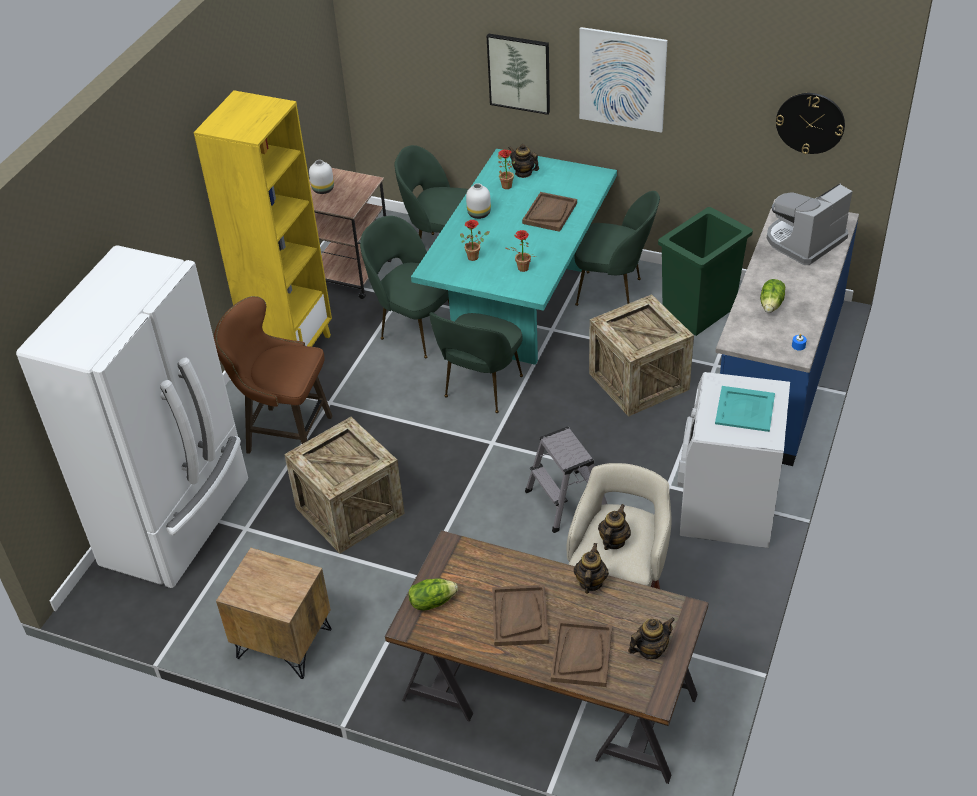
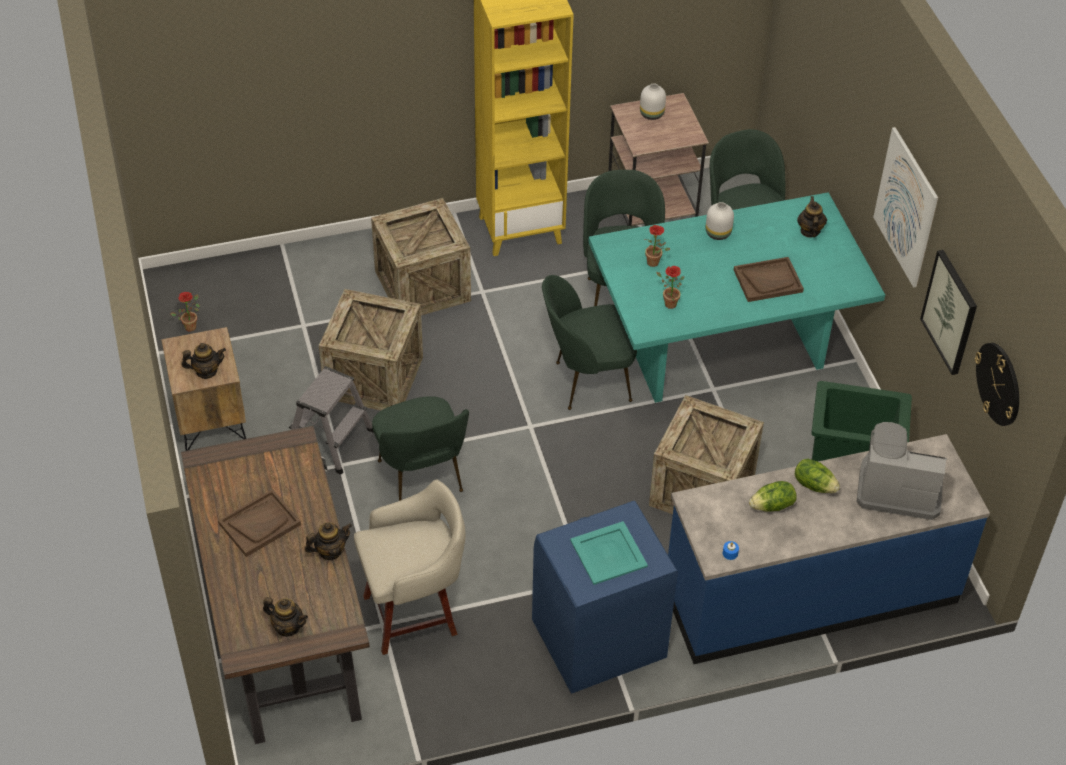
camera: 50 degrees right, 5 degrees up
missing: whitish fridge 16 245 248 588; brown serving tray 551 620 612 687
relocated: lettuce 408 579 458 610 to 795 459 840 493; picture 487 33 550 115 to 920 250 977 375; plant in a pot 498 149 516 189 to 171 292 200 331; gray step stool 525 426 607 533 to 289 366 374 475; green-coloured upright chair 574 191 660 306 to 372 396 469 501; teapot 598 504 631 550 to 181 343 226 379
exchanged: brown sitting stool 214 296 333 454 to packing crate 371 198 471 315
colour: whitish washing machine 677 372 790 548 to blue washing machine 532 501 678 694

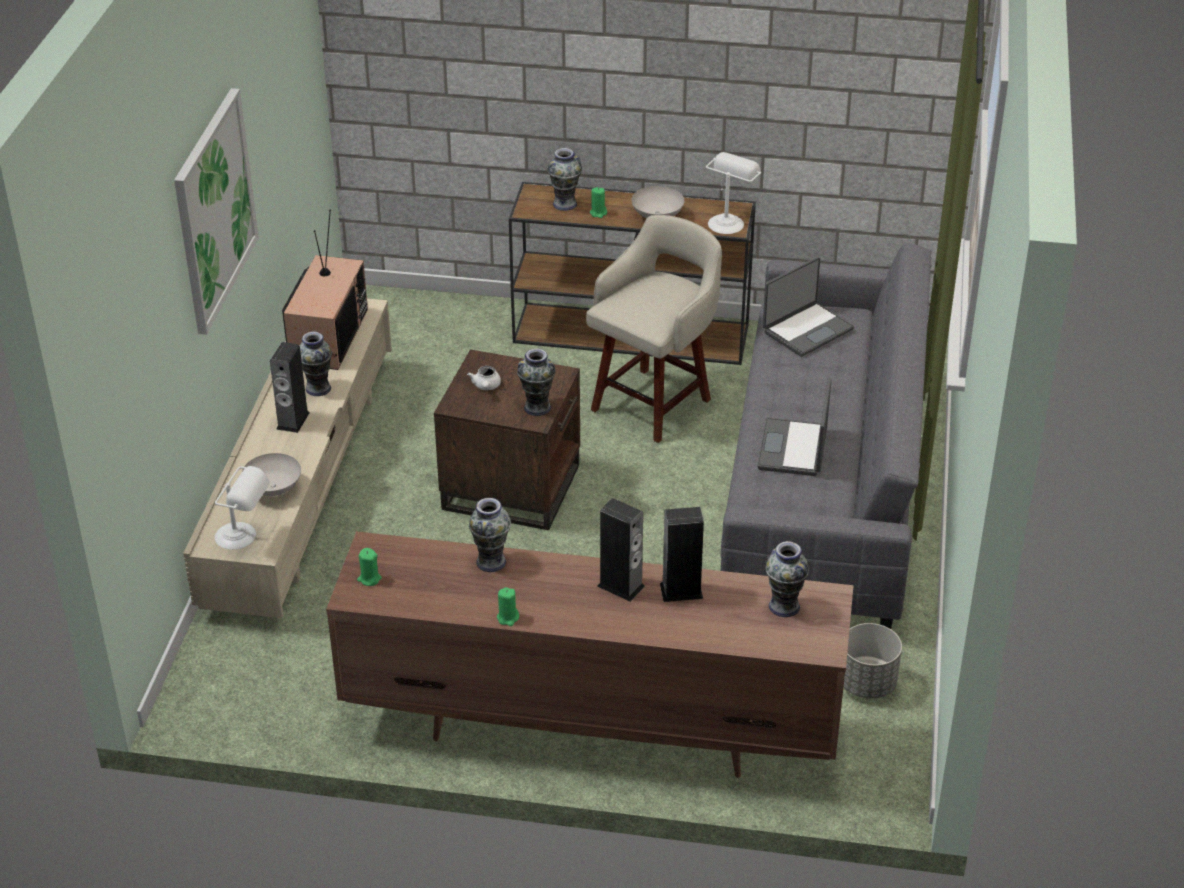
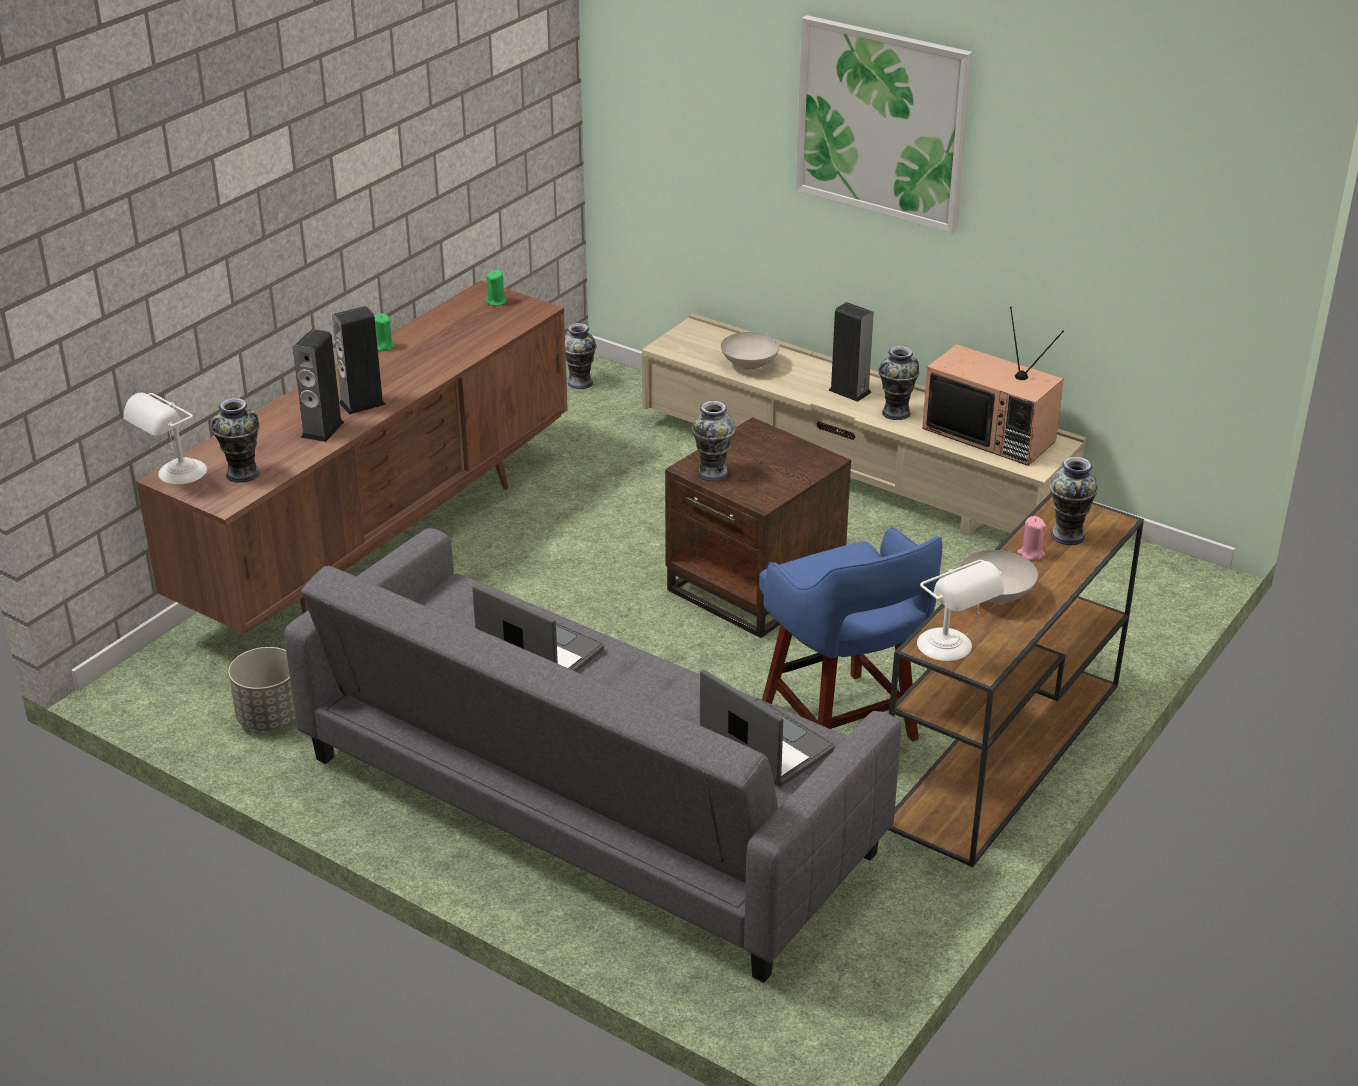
camera: 115 degrees right, 5 degrees down
missing: whitish teapot 467 366 501 390
relocated: whitish tabletop lamp 215 466 270 550 to 123 393 207 484; decorative vase 469 498 511 572 to 565 323 596 389
colour: beige-coloured sitting stool 586 215 722 443 to blue sitting stool 759 527 942 742; green-coloured wax candle 590 187 607 218 to pink wax candle 1017 516 1046 561
spun: laptop 763 257 854 357 = 700 670 835 787 150 degrees clockwise

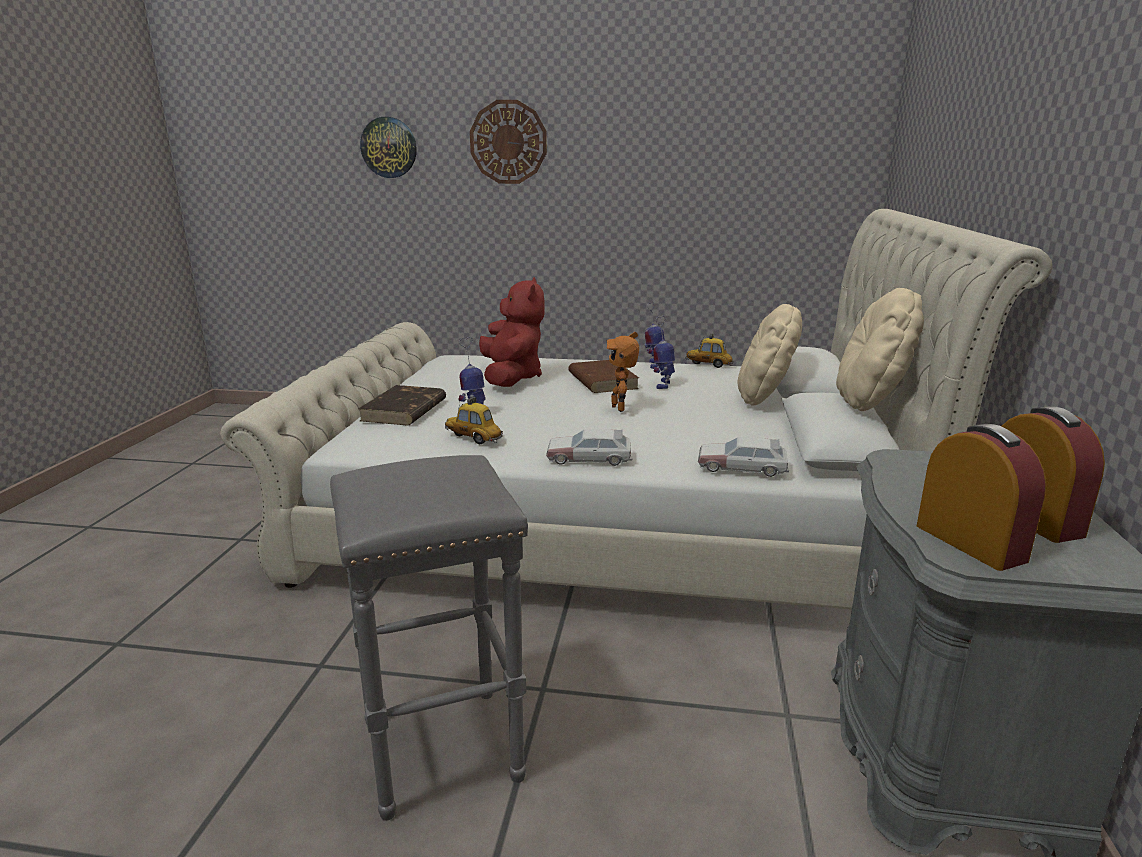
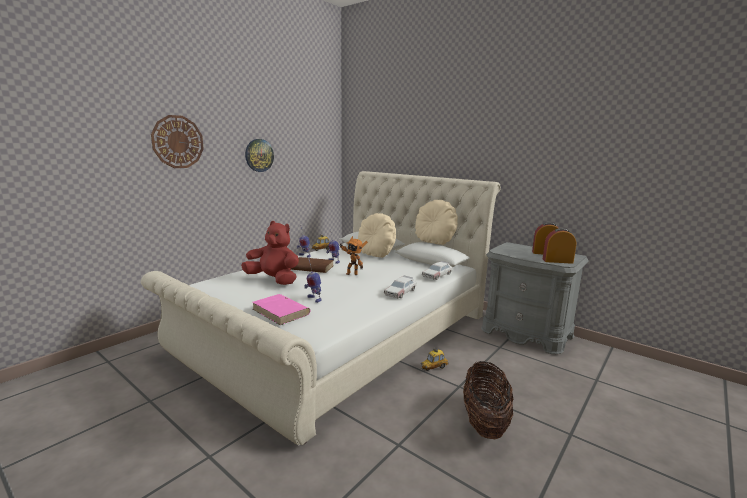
camera: 60 degrees left, 5 degrees down
relocated: wall clock 360 117 417 178 to 245 139 274 172; toy car 445 397 503 444 to 421 348 449 371
exchanged: gray sitting stool 330 455 528 821 to storage basket 463 361 513 439
colour: brown volume 358 385 446 425 to pink volume 252 294 311 325

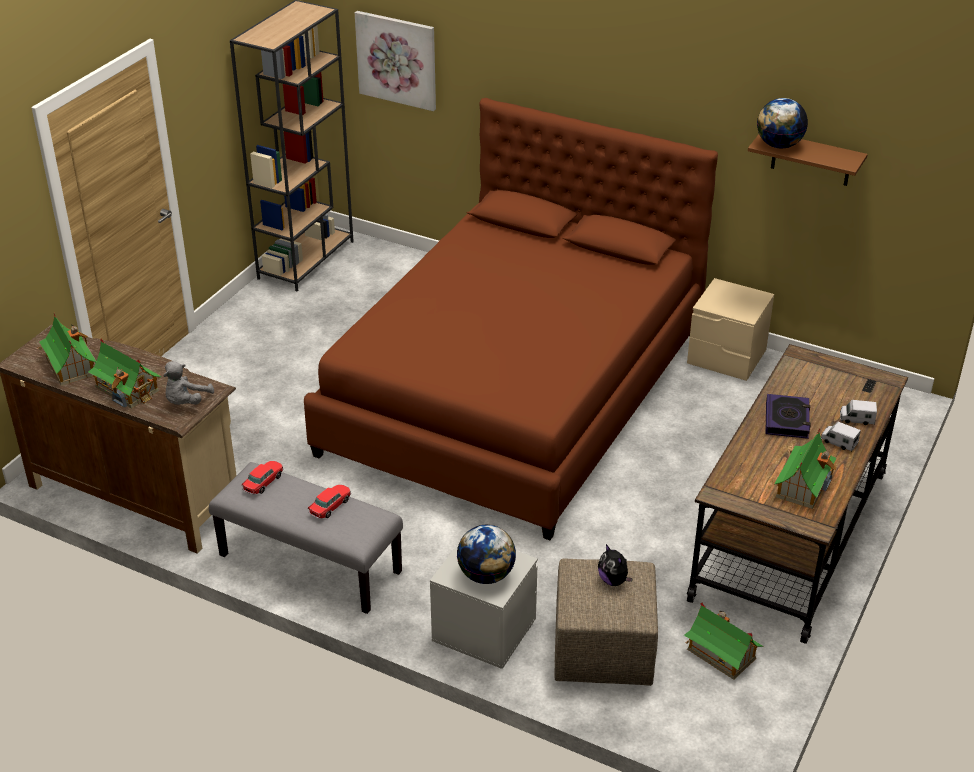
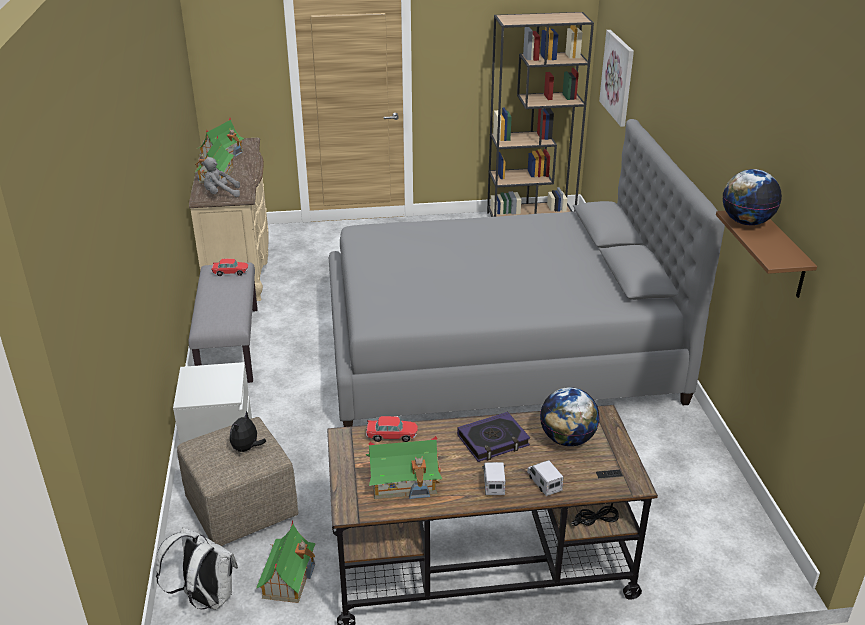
camera: 55 degrees right, 5 degrees down
missing: beige-coloured bedside table 687 278 774 381
appeared: whitish backpack 156 527 238 610
relocated: toy car 308 485 351 519 to 366 416 418 442; world globe 457 525 516 584 to 540 387 600 446
colour: brown bedroom bed 304 98 718 540 to gray bedroom bed 329 119 725 427

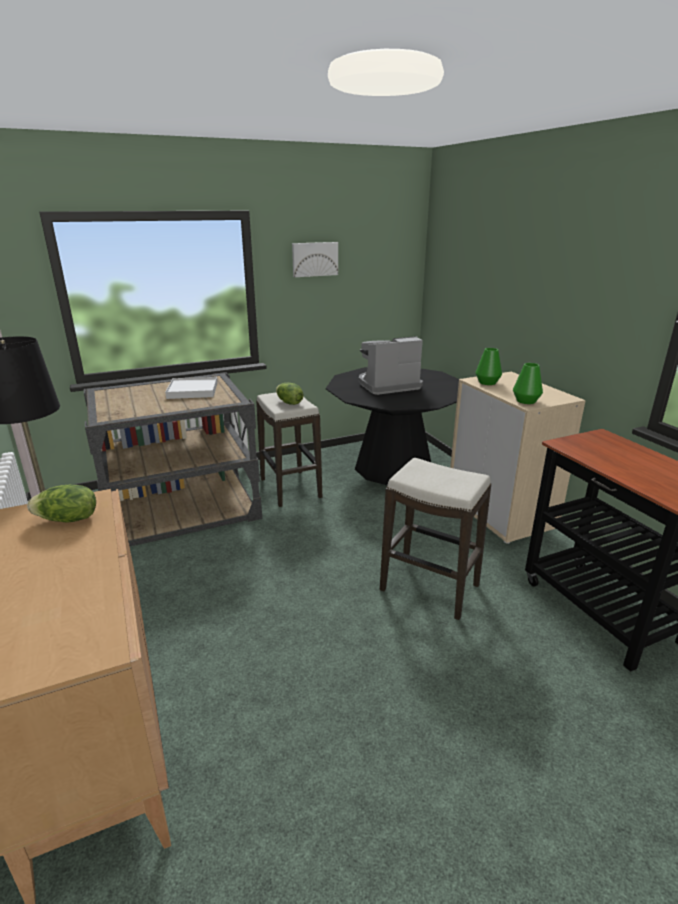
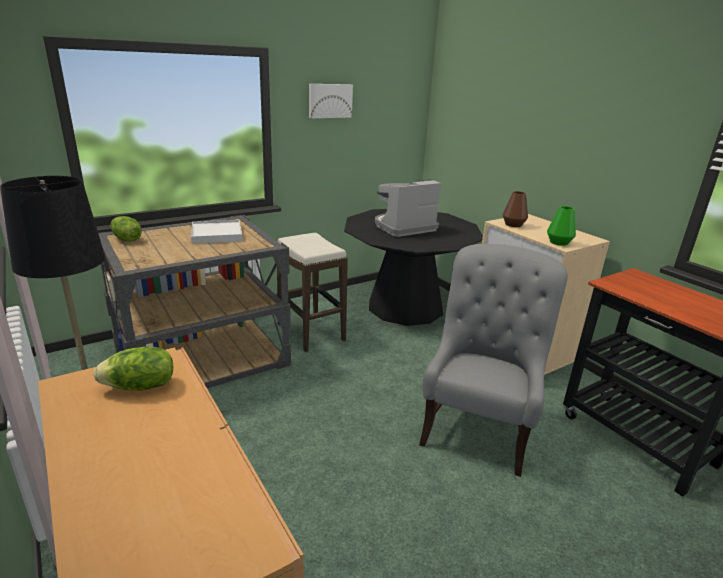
camera: 10 degrees left, 0 degrees up
relocated: lettuce 276 382 303 405 to 111 216 142 242
exchanged: sitting stool 380 458 491 620 to gray upright chair 419 244 568 477
colour: green-coloured decorative vase 475 348 502 385 to brown decorative vase 502 191 528 227

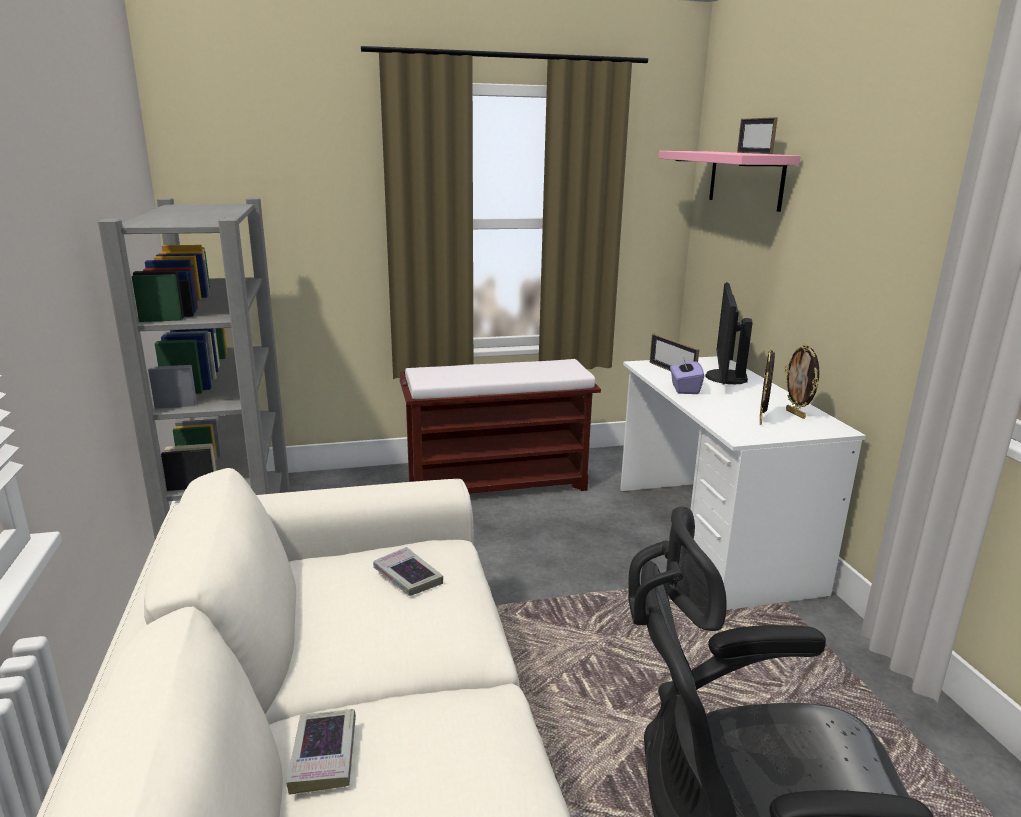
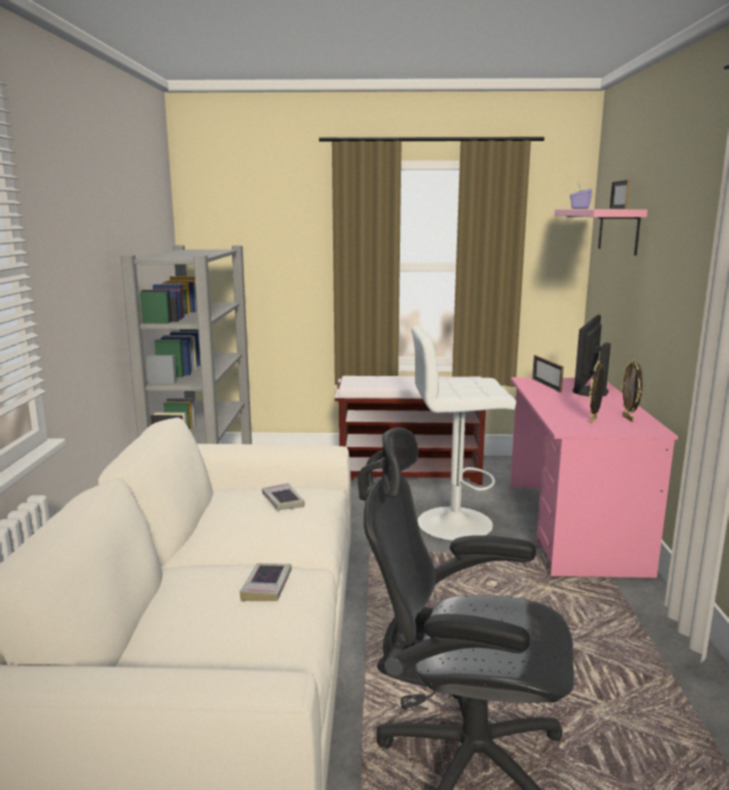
camera: 15 degrees right, 5 degrees down
appeared: whitish sitting stool 411 325 516 540
relocated: volume 286 709 356 794 to 240 563 292 601; purple-coloured tissue holder 670 357 704 394 to 570 183 592 209
colour: whitish desk 620 356 866 610 to pink desk 510 377 678 578

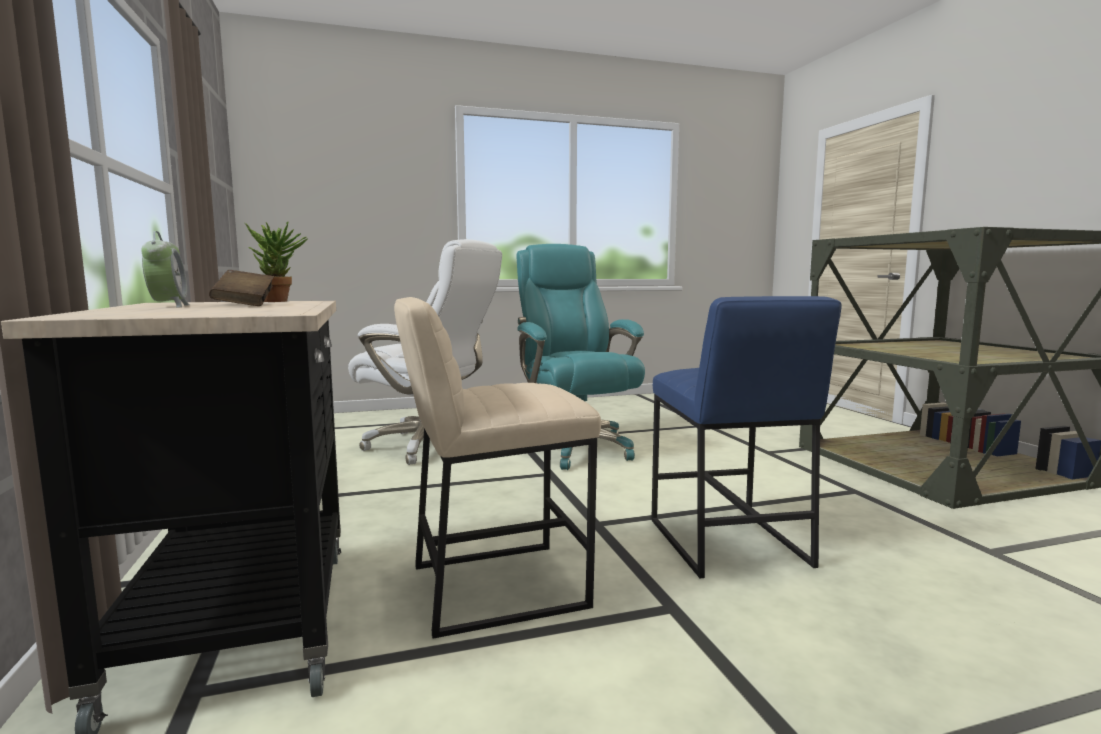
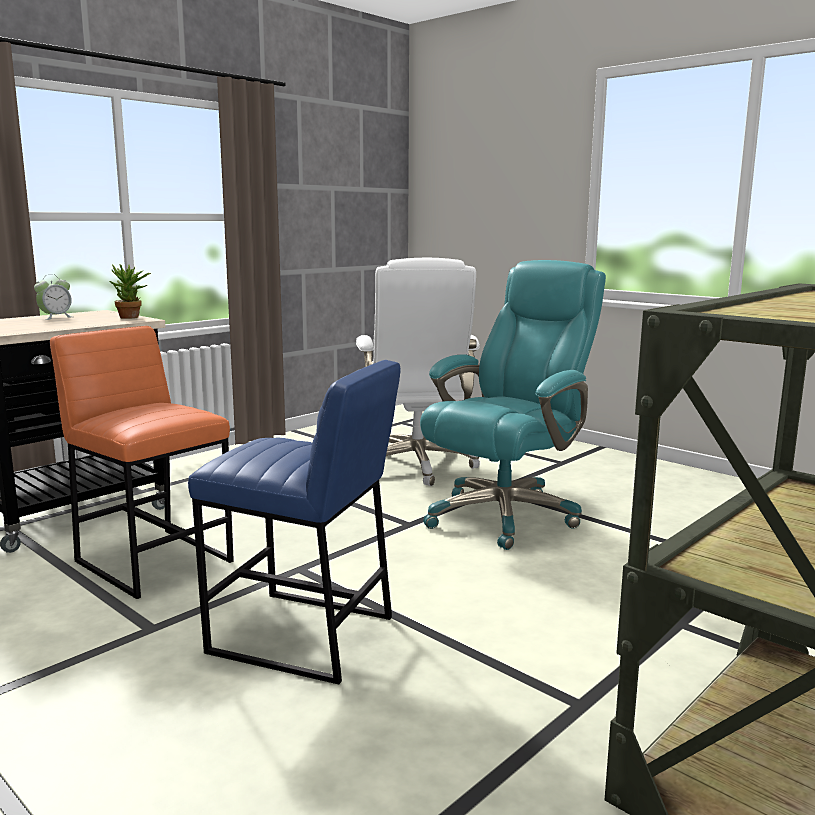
camera: 60 degrees right, 5 degrees up
missing: brown volume 209 270 274 306
colour: beige-coloured upright chair 394 297 601 639 to orangey upright chair 50 326 234 599
spun: blue upright chair 651 296 842 578 = 188 360 401 684 120 degrees counterclockwise

